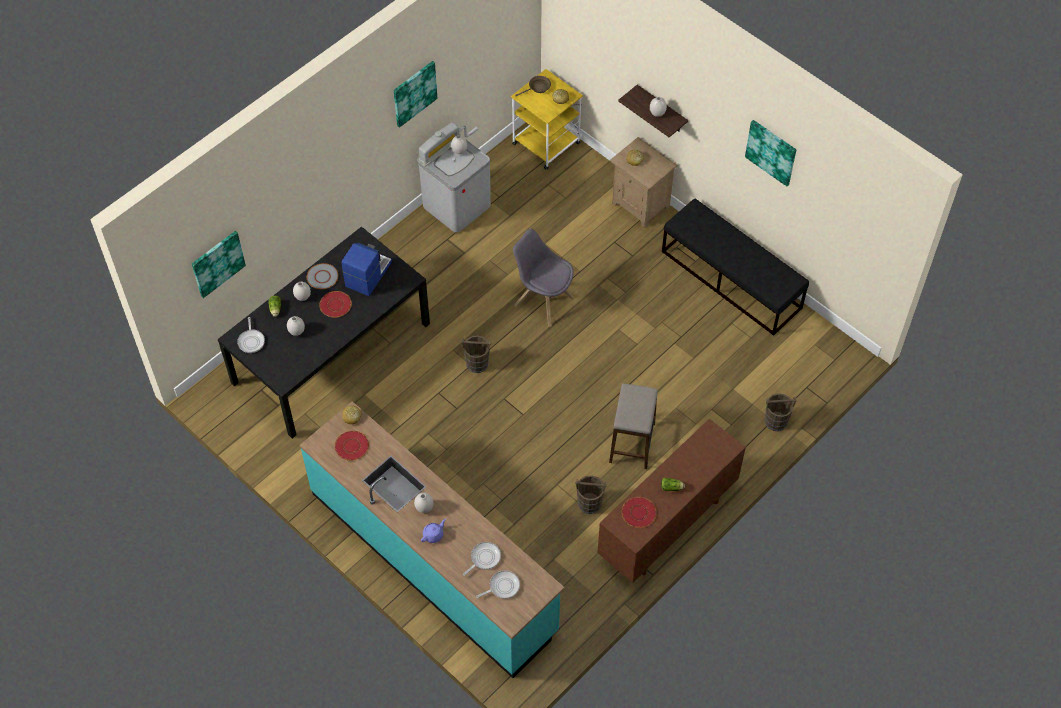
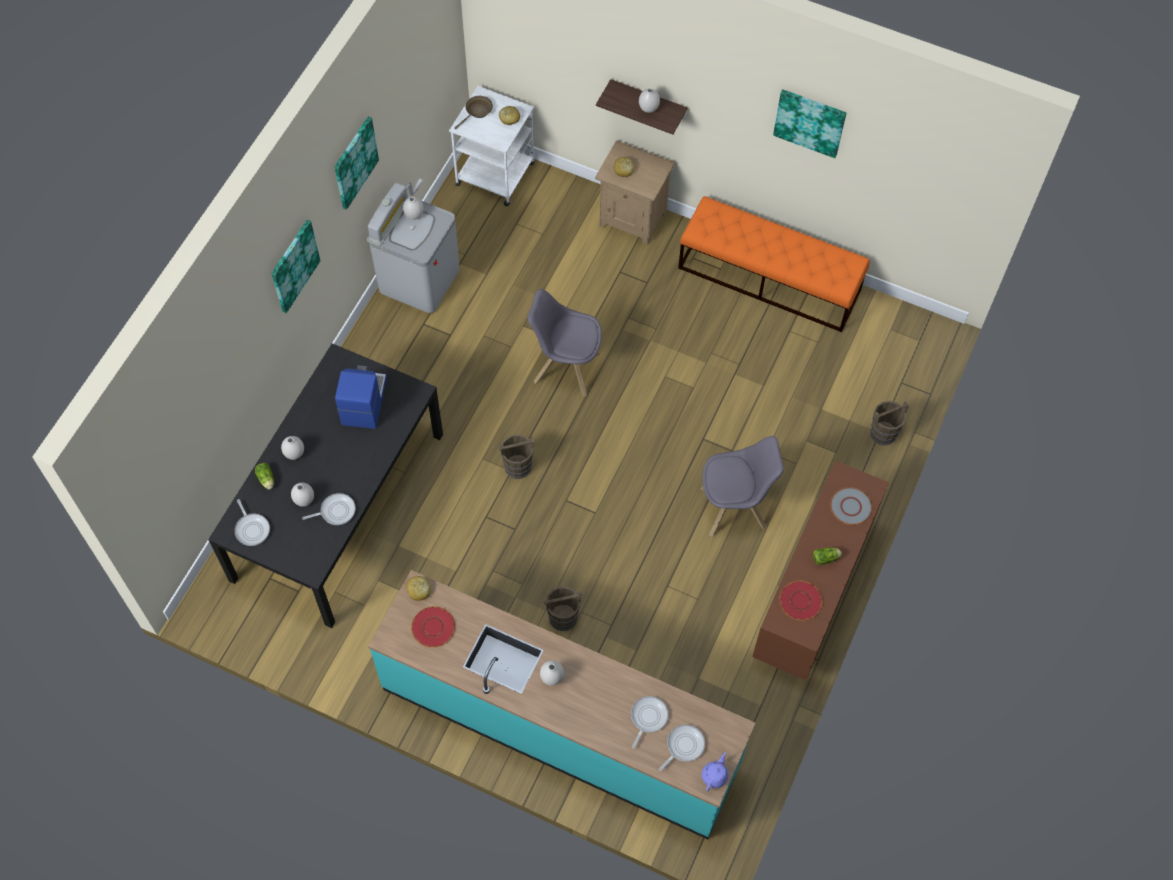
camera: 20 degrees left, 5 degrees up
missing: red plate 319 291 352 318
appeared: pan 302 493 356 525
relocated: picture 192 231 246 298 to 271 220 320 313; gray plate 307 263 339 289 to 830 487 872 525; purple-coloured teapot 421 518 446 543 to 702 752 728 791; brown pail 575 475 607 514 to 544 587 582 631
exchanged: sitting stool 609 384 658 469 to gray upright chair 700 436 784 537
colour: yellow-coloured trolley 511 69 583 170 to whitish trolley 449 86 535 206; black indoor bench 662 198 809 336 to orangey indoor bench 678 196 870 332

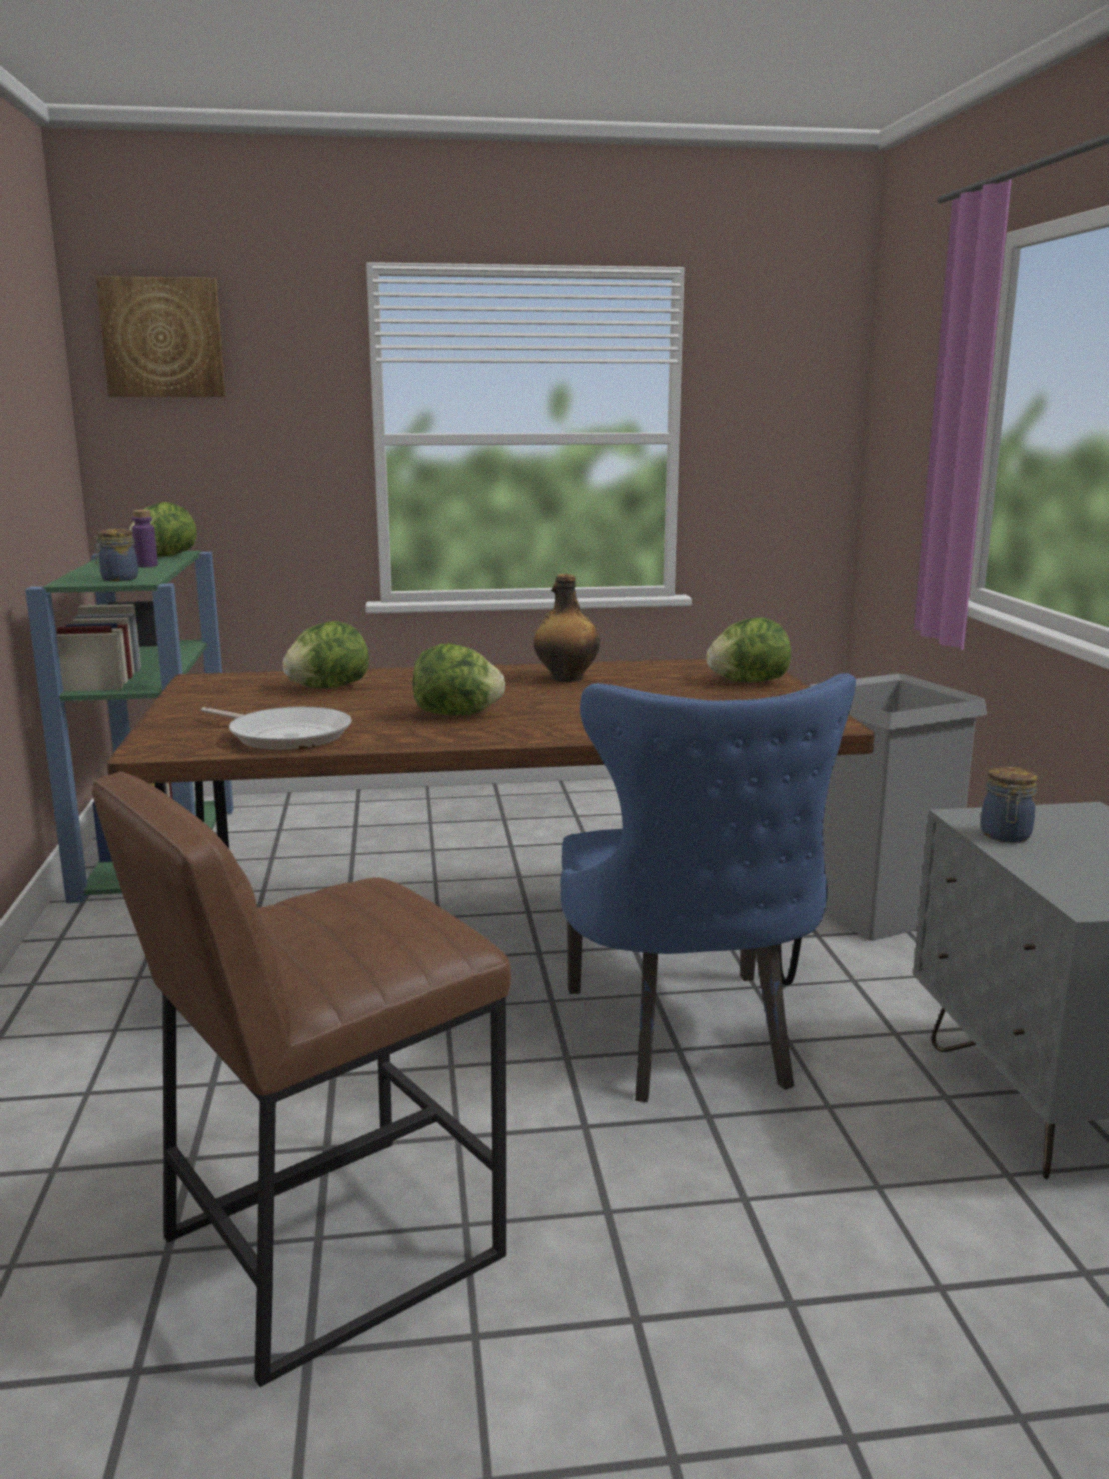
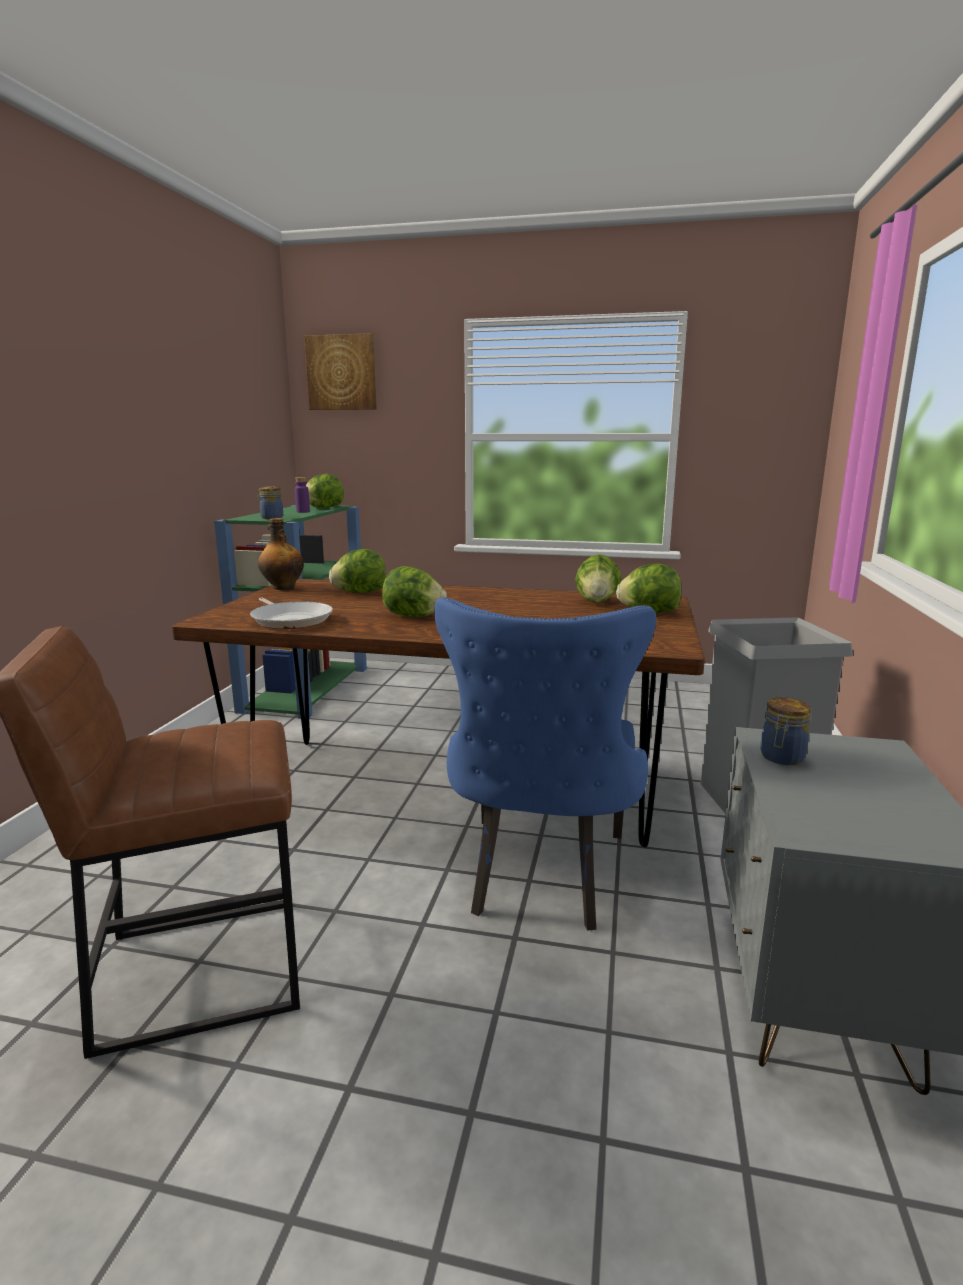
camera: 20 degrees right, 0 degrees up
appeared: lettuce 575 554 622 603
relocated: drink bottle 534 574 600 682 to 258 518 304 590

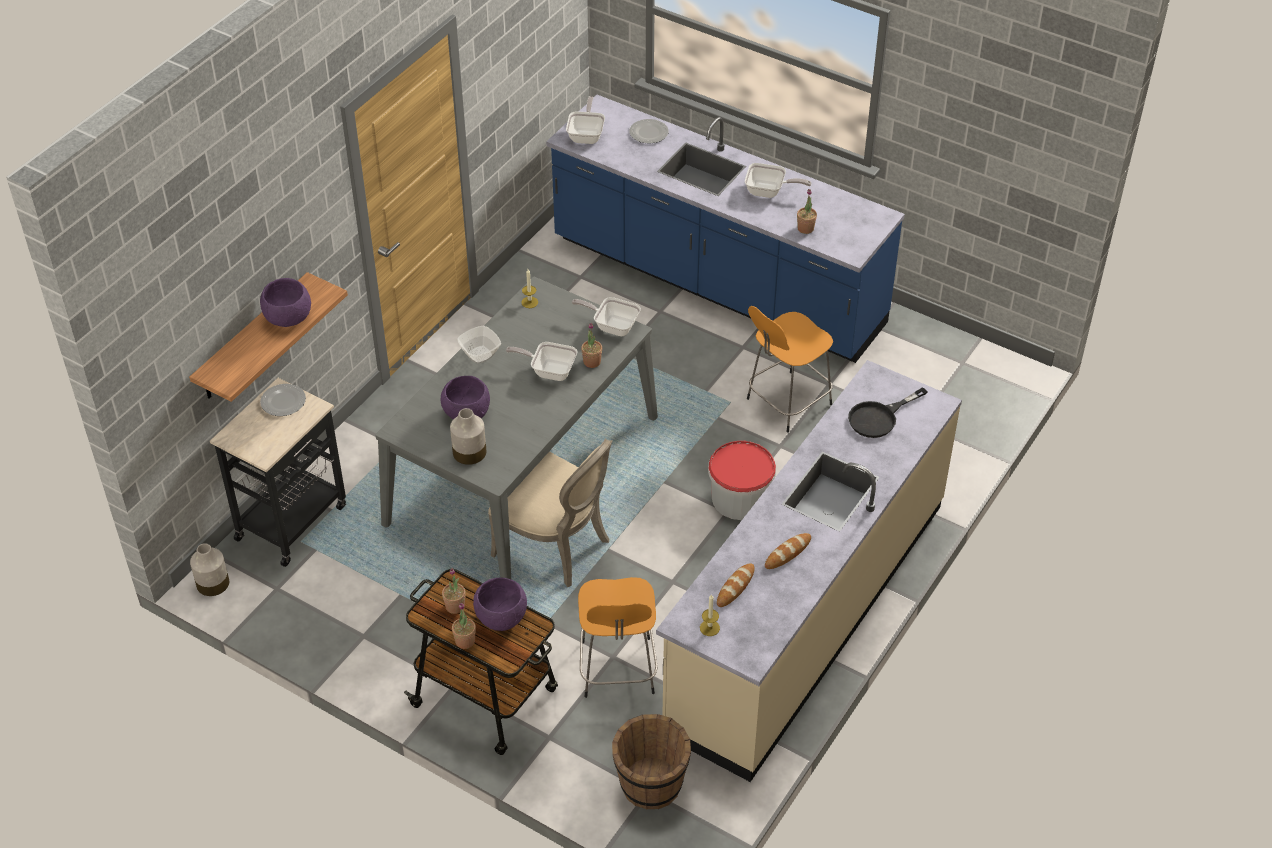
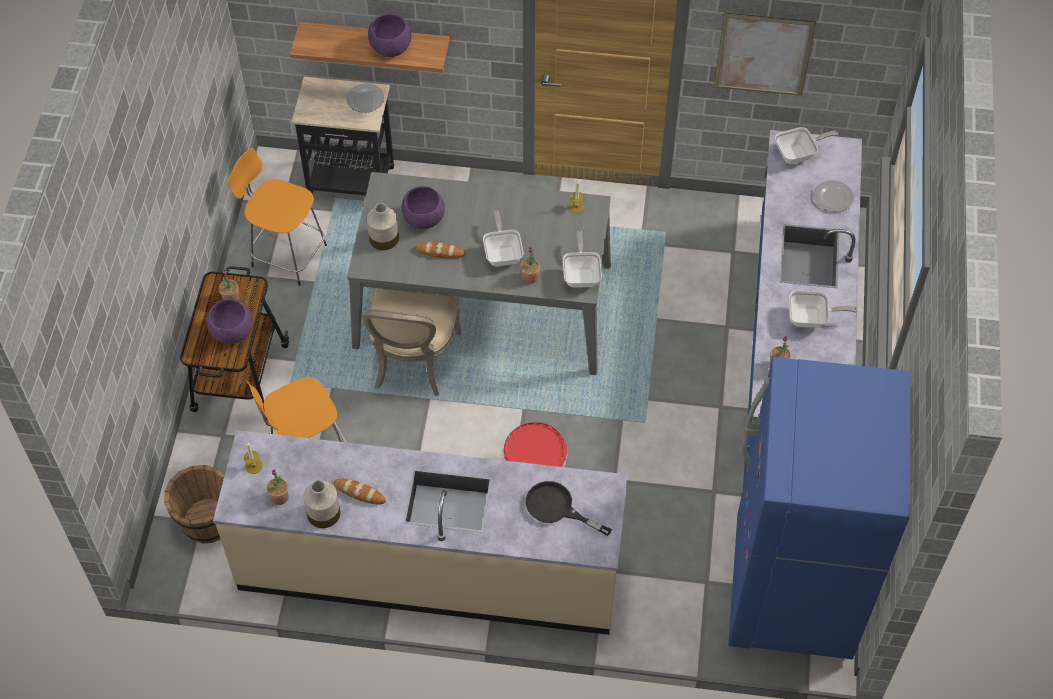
camera: 65 degrees right, 10 degrees up
missing: deep dish 457 326 501 364
appeared: picture 714 12 817 96; blue fridge 728 357 911 659
relocated: beige-coloured decorative vase 190 543 229 596 to 303 480 341 528; plant in a pot 452 603 476 649 to 266 469 289 505; baked bread 717 563 755 607 to 415 242 466 259; orangey sitting stool 747 306 833 433 to 228 148 327 286
spun: pan 745 163 811 198 = 789 291 858 328 75 degrees counterclockwise

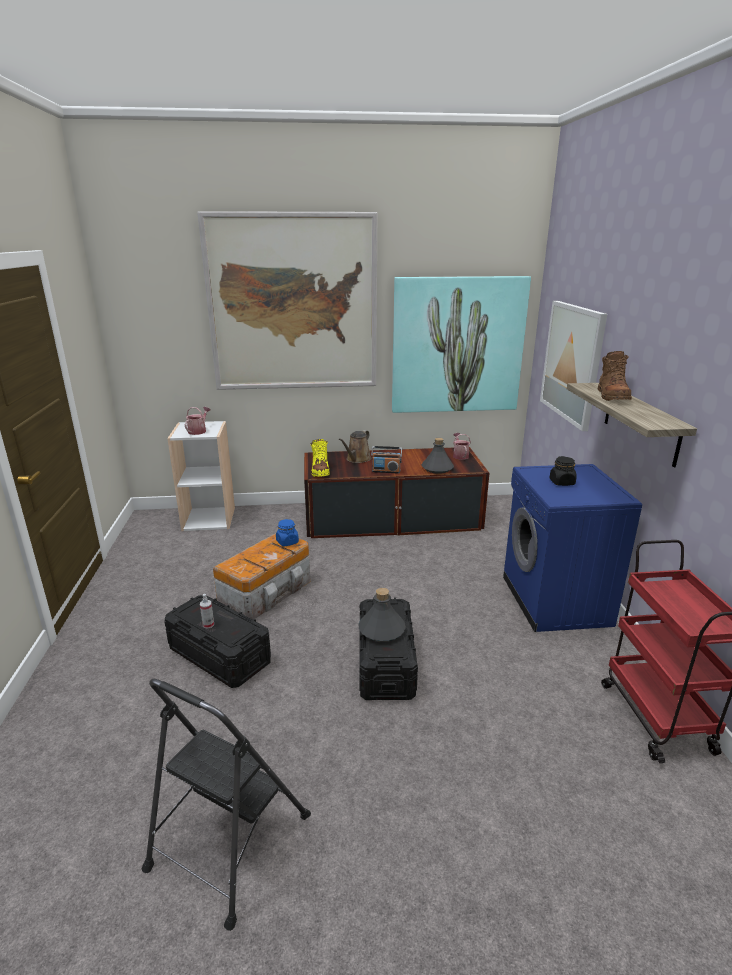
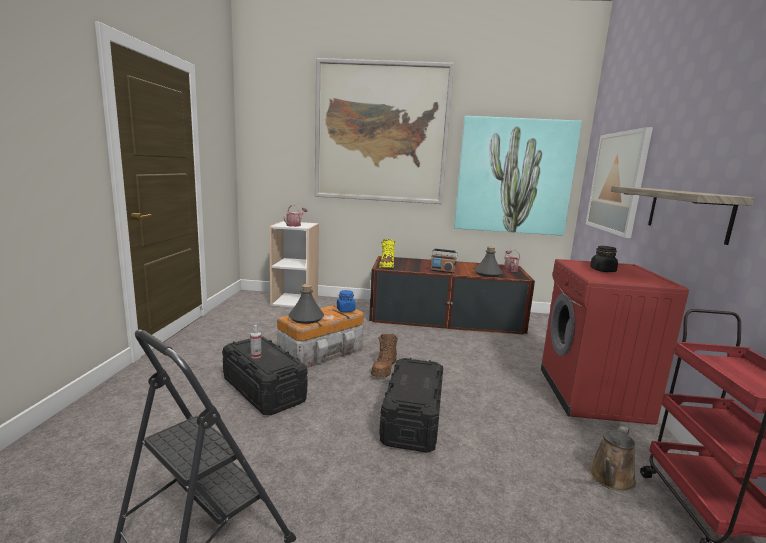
camera: 10 degrees right, 10 degrees down
relocated: brown watering pot 339 430 371 463 to 589 426 636 492; gray drink bottle 358 588 406 642 to 289 284 324 324; brown high-top boot 598 351 632 401 to 371 334 398 377
colour: blue washing machine 503 464 642 632 to red washing machine 541 259 689 425

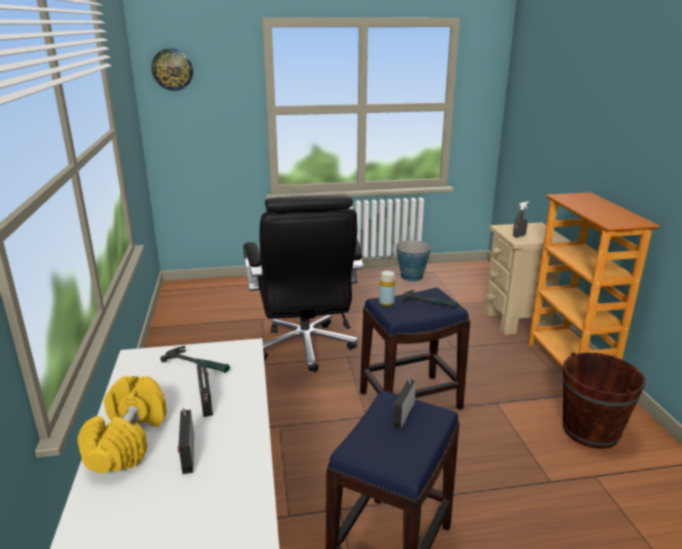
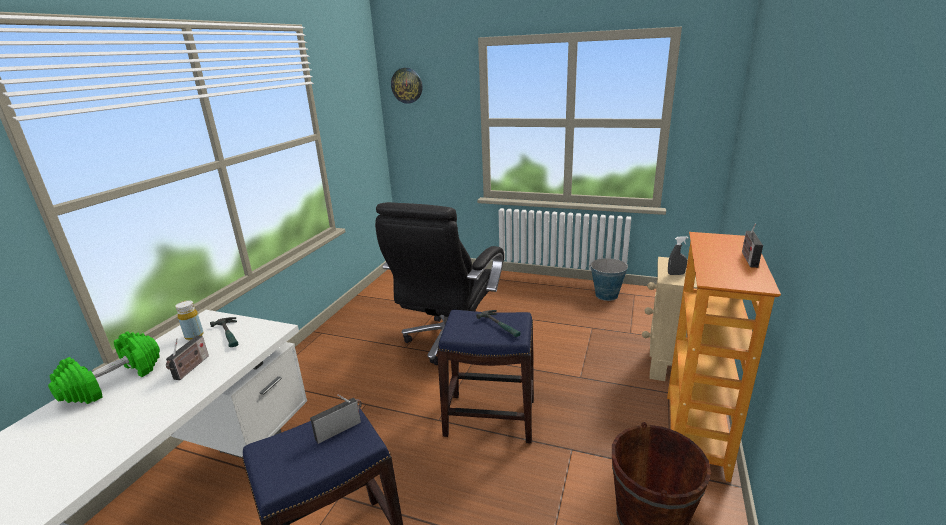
camera: 30 degrees right, 0 degrees up
relocated: radio 178 407 194 474 to 742 223 763 268; yellow-coloured drink bottle 379 270 395 306 to 176 300 204 340
colour: yellow-coloured free weight 77 376 167 473 to green-coloured free weight 48 331 160 404

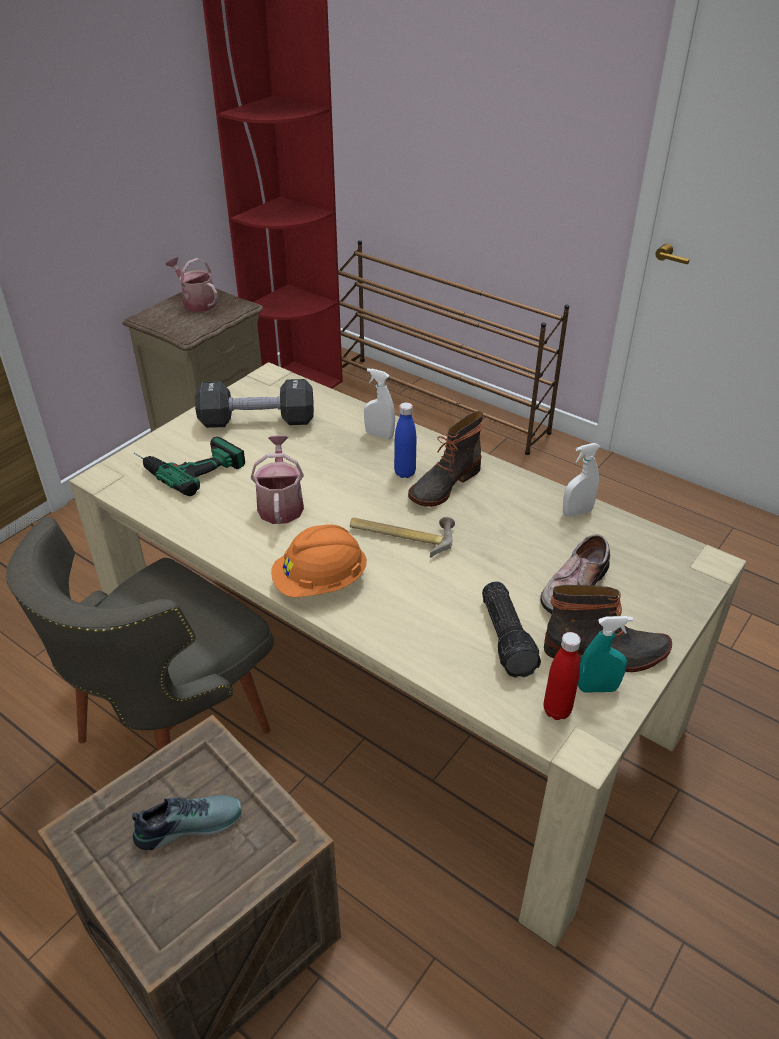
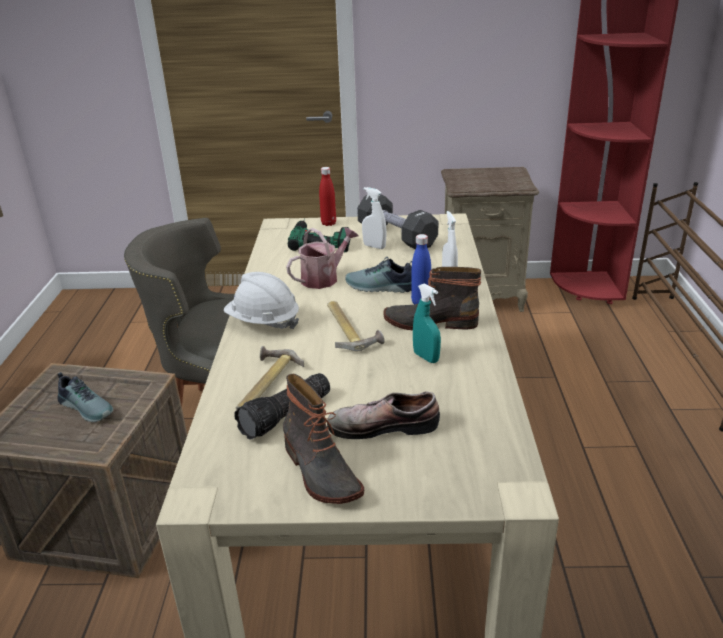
camera: 55 degrees right, 10 degrees down
missing: watering pot 166 257 218 312
appeared: tool hammer 236 346 304 410; shoe 345 257 412 293
relocated: red drink bottle 544 632 581 720 to 319 167 336 226; whitish spray bottle 563 443 600 517 to 362 187 387 249; turquoise spray bottle 578 616 633 693 to 413 284 441 363
colour: orangey work helmet 271 525 367 598 to whitish work helmet 224 272 299 329

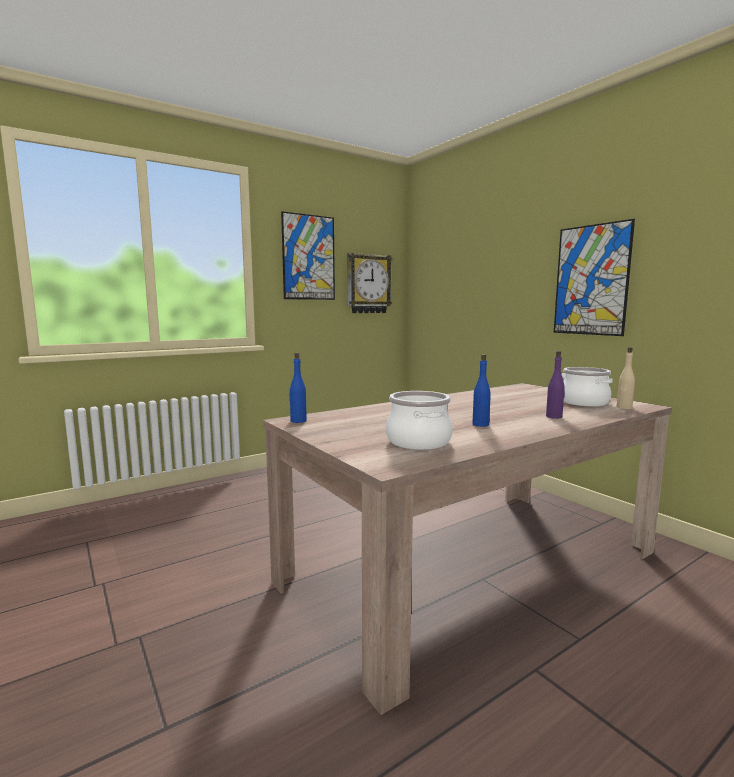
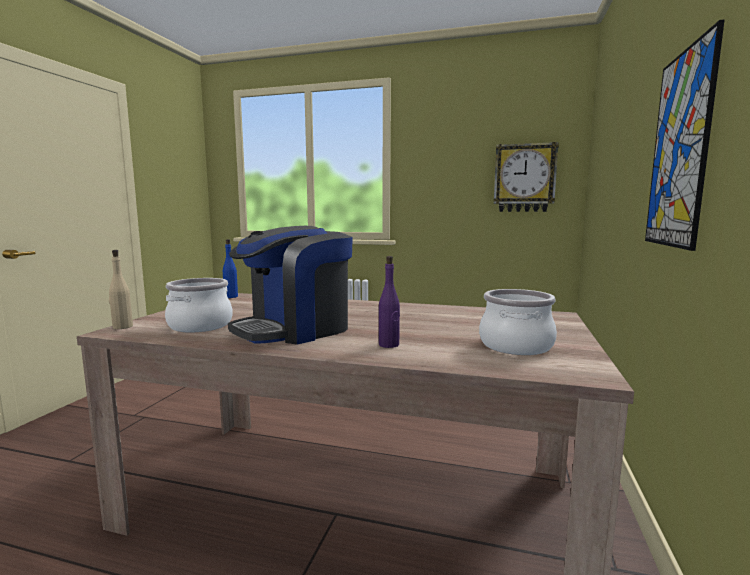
camera: 50 degrees right, 0 degrees up
missing: picture 281 211 335 300
relocated: beige-coloured drink bottle 617 347 635 409 to 109 250 133 329
exchanged: blue drink bottle 472 354 491 427 to coffee brewer 228 226 353 345

